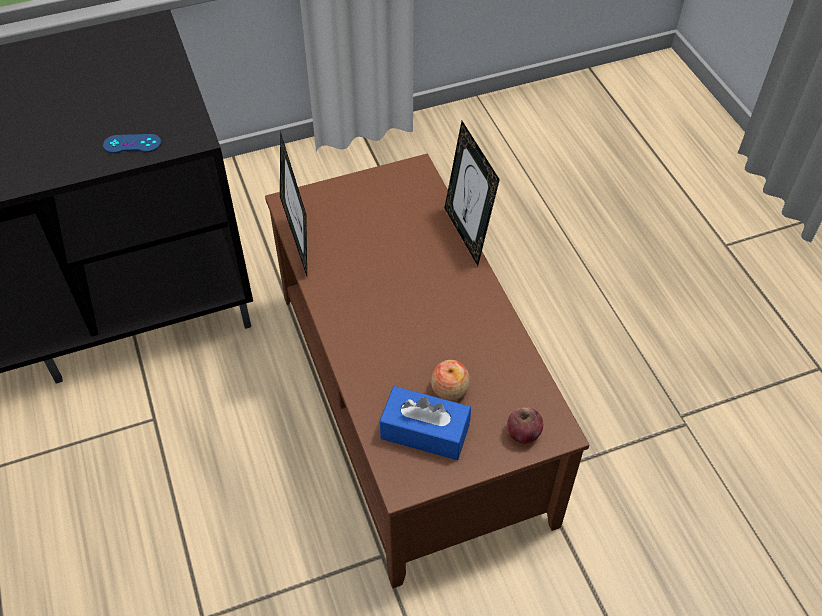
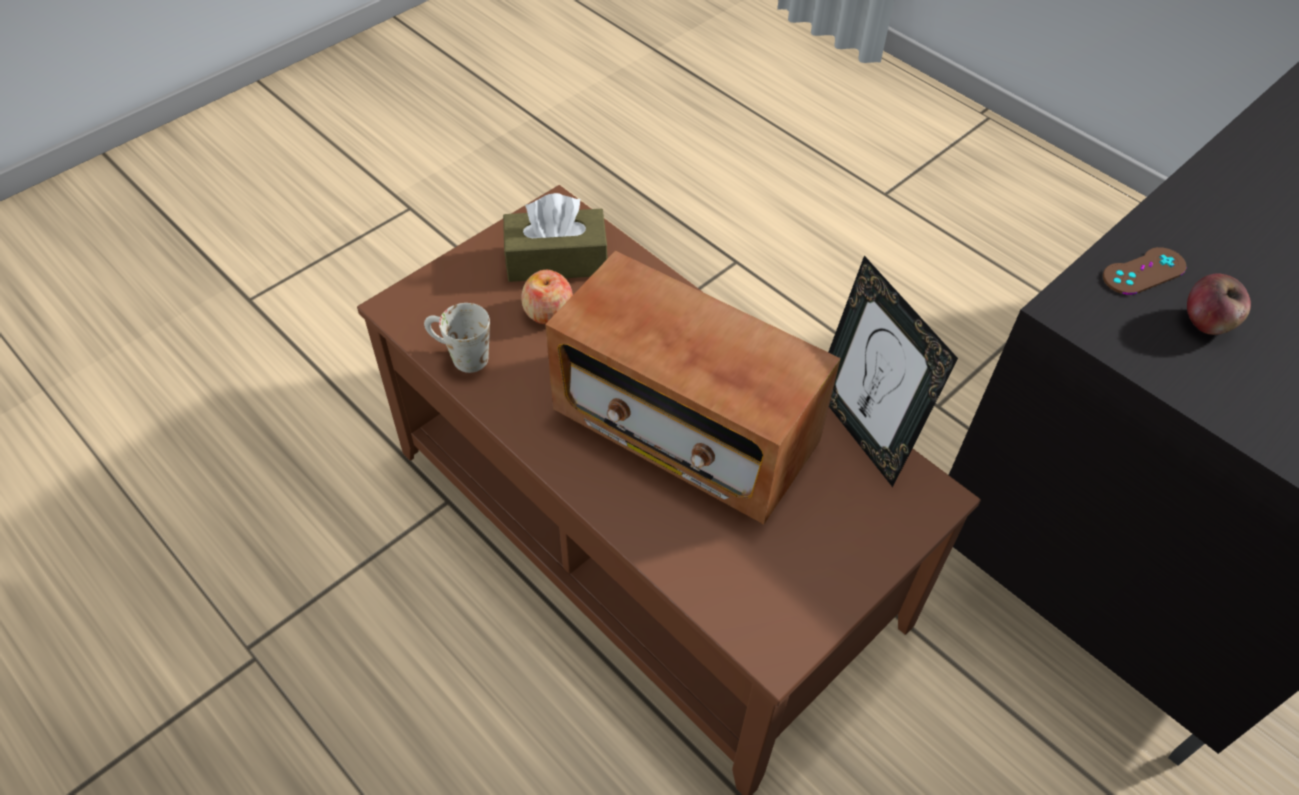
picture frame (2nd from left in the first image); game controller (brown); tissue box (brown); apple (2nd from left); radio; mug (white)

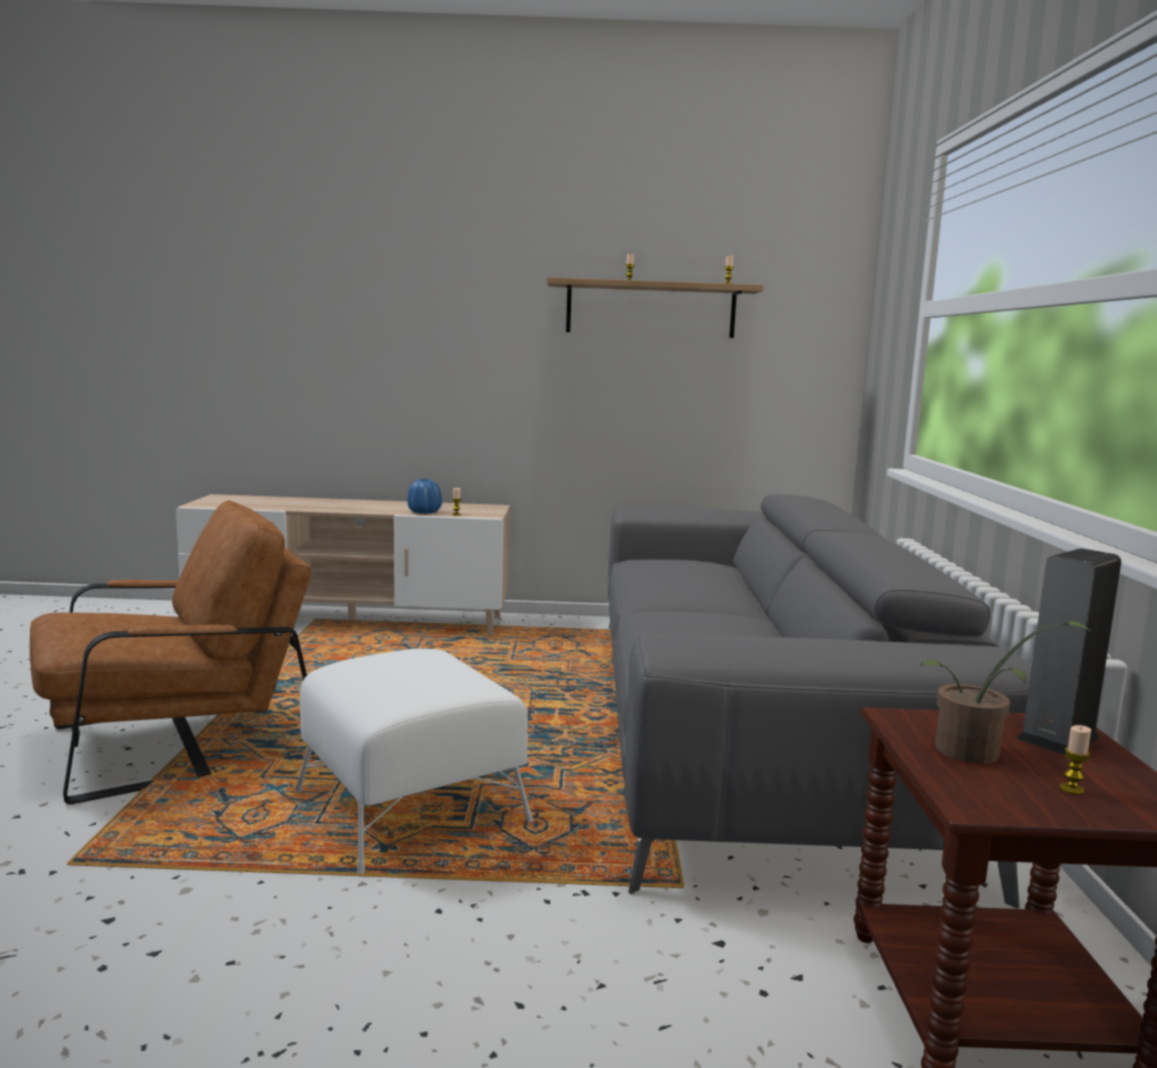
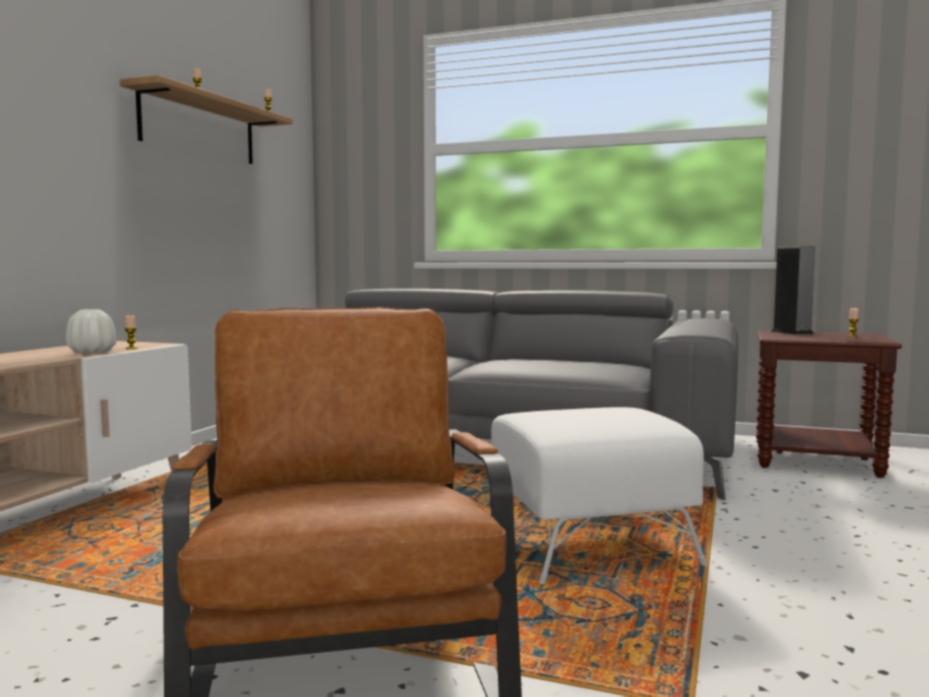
vase (white); potted plant

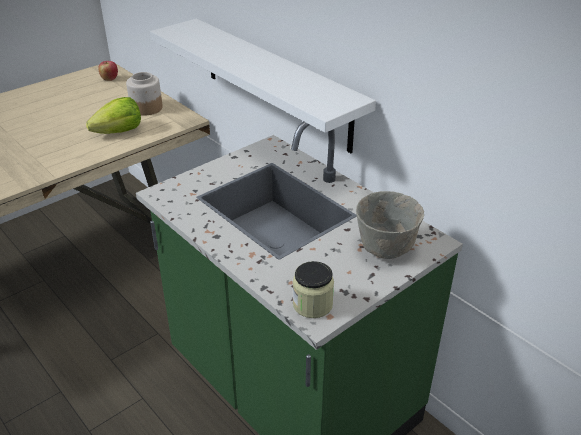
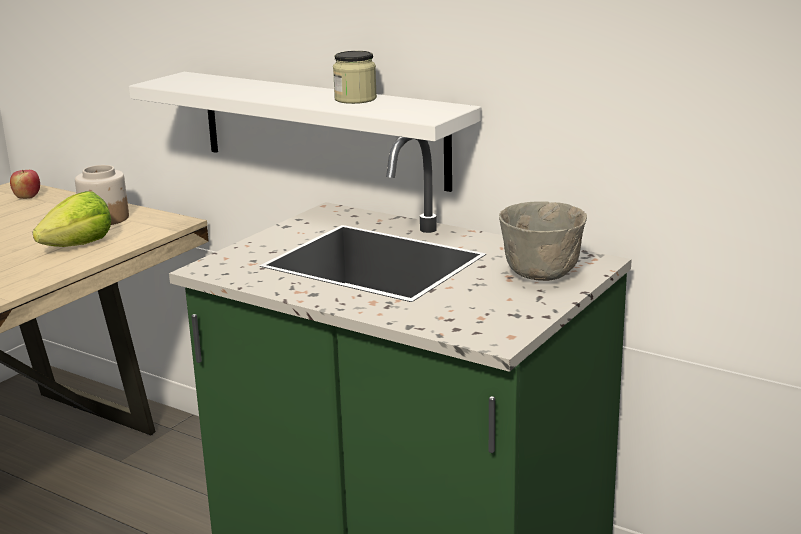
jar (2nd from left)

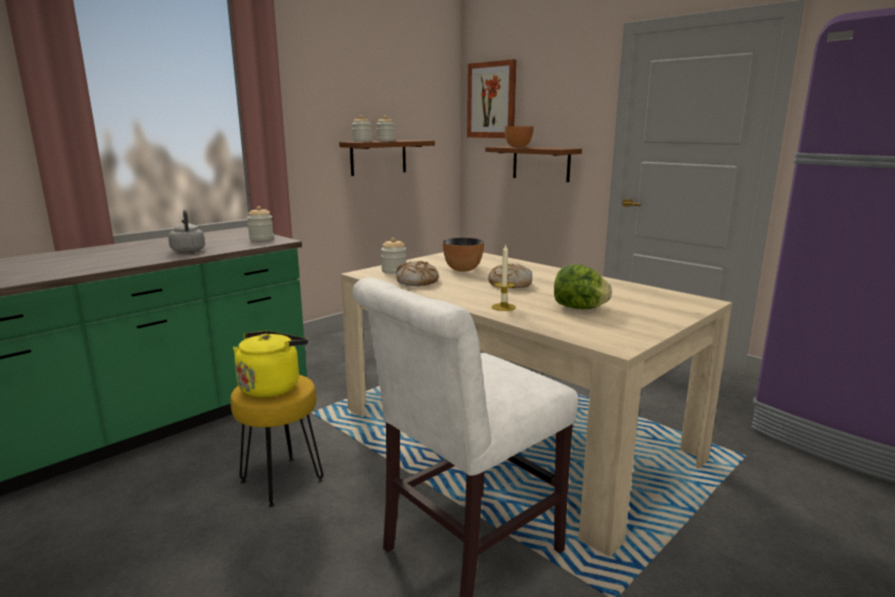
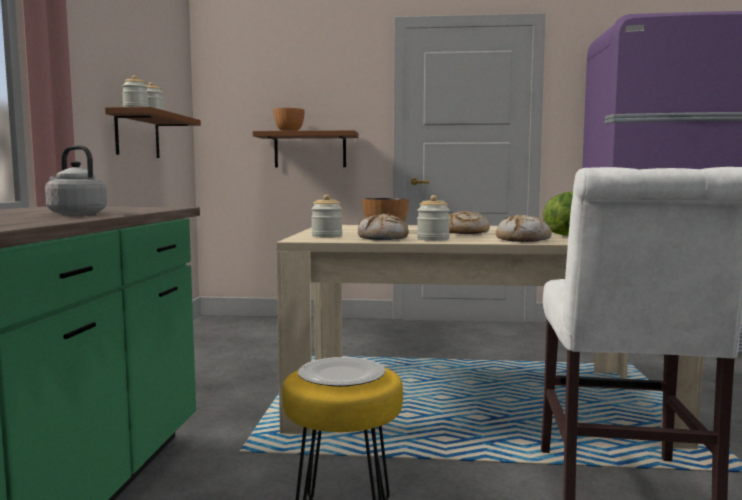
picture; jar (4th from left); bread (3rd from left); plate

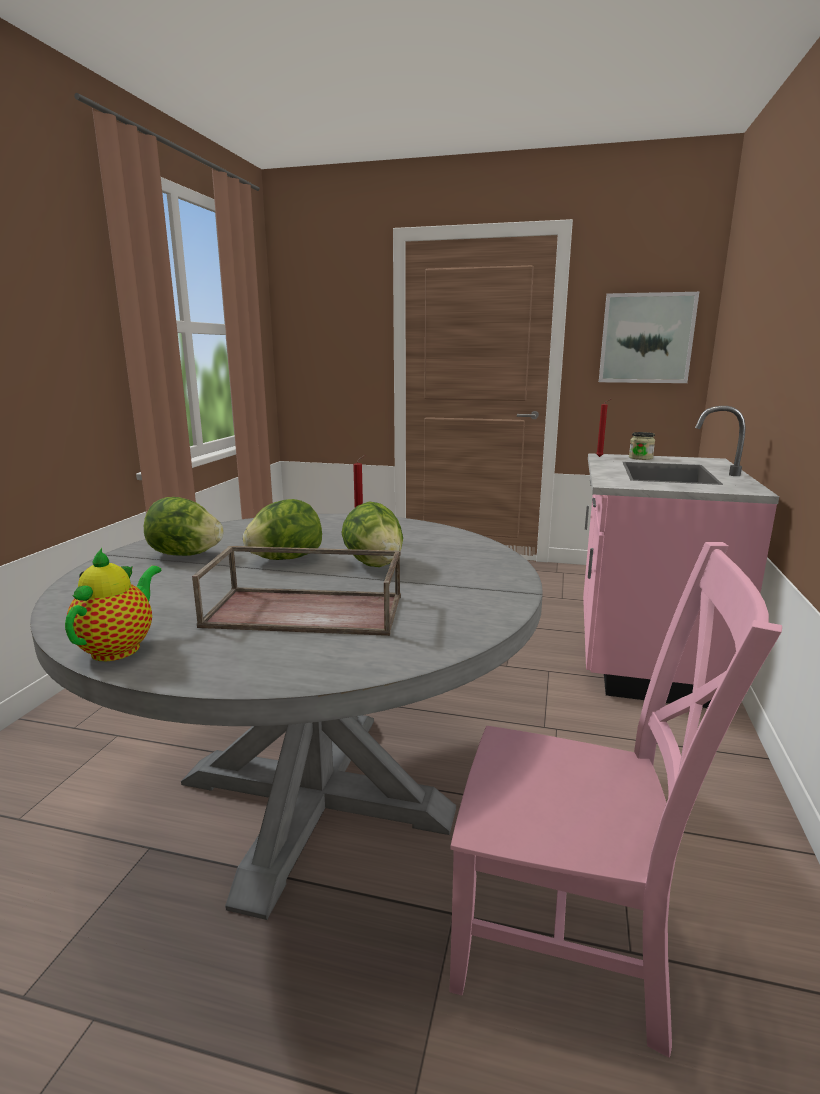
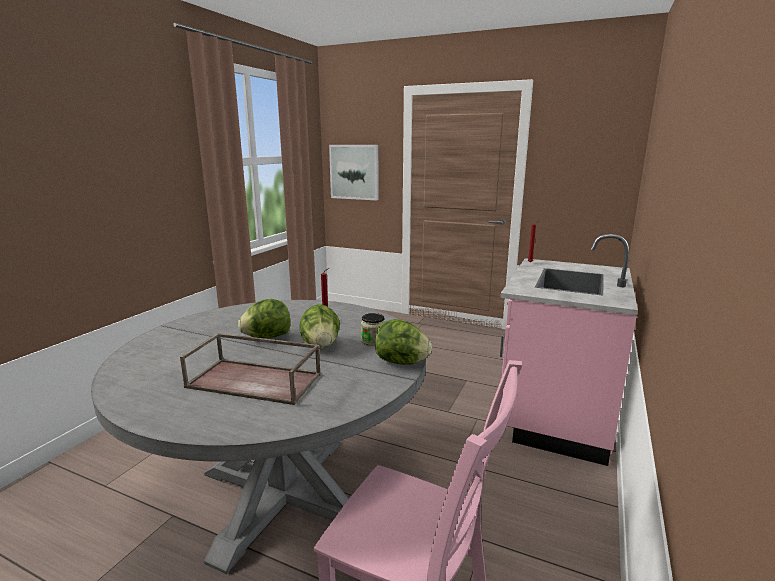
picture; jar; lettuce (3rd from left); teapot

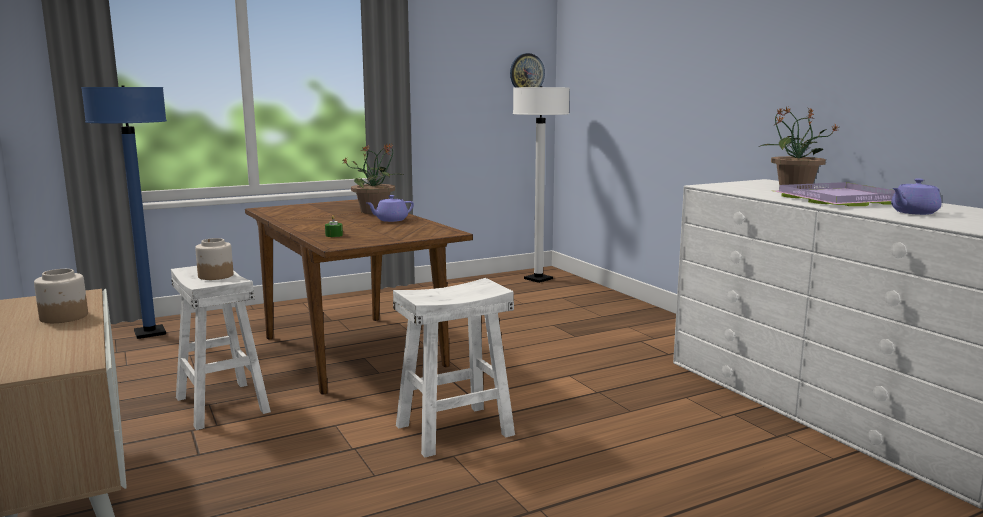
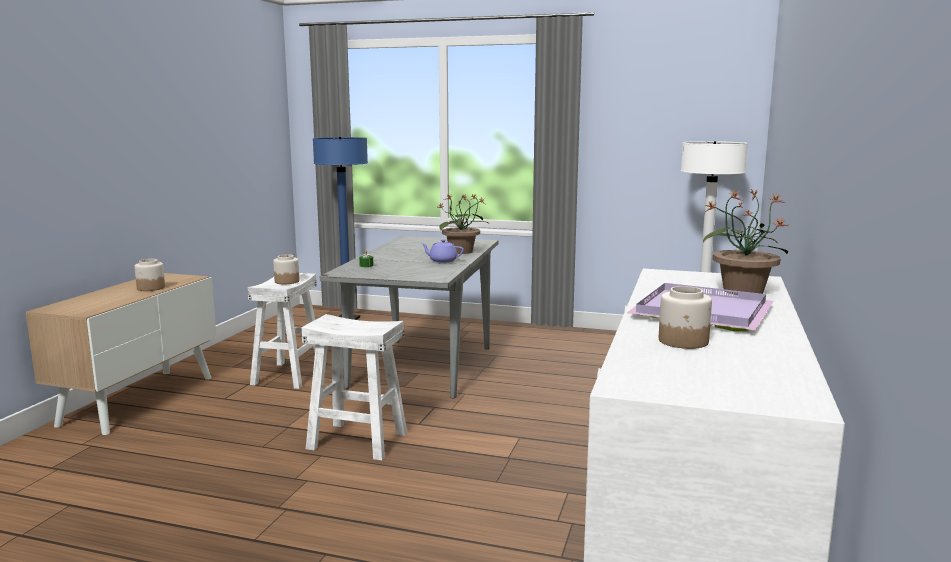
wall clock; jar (3rd from left); dining table (grey)

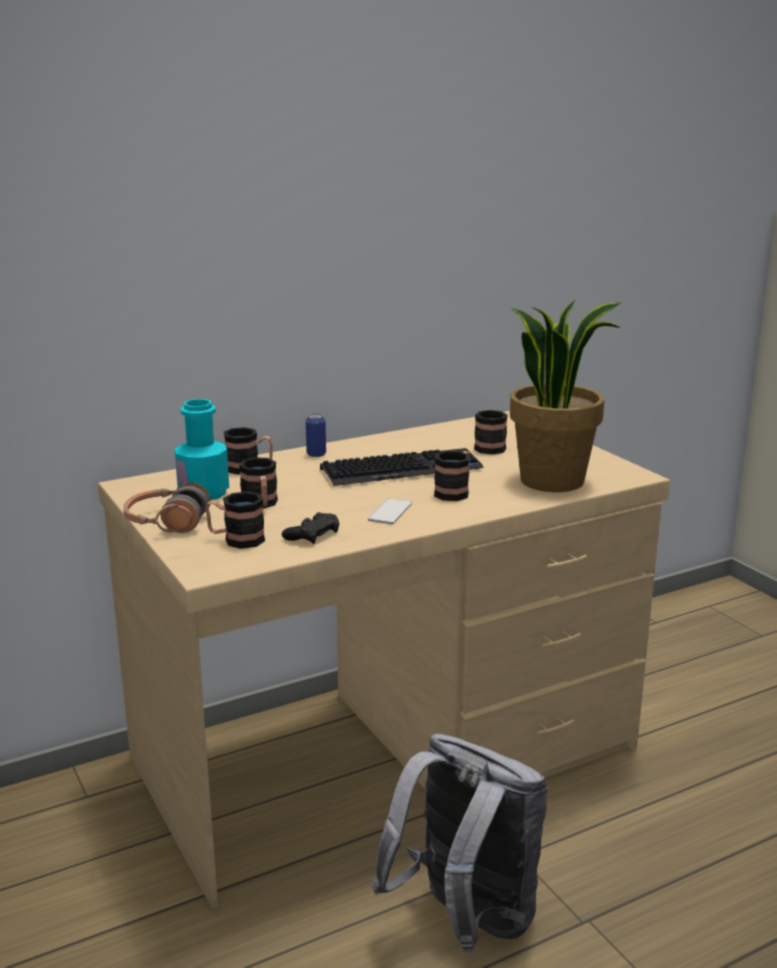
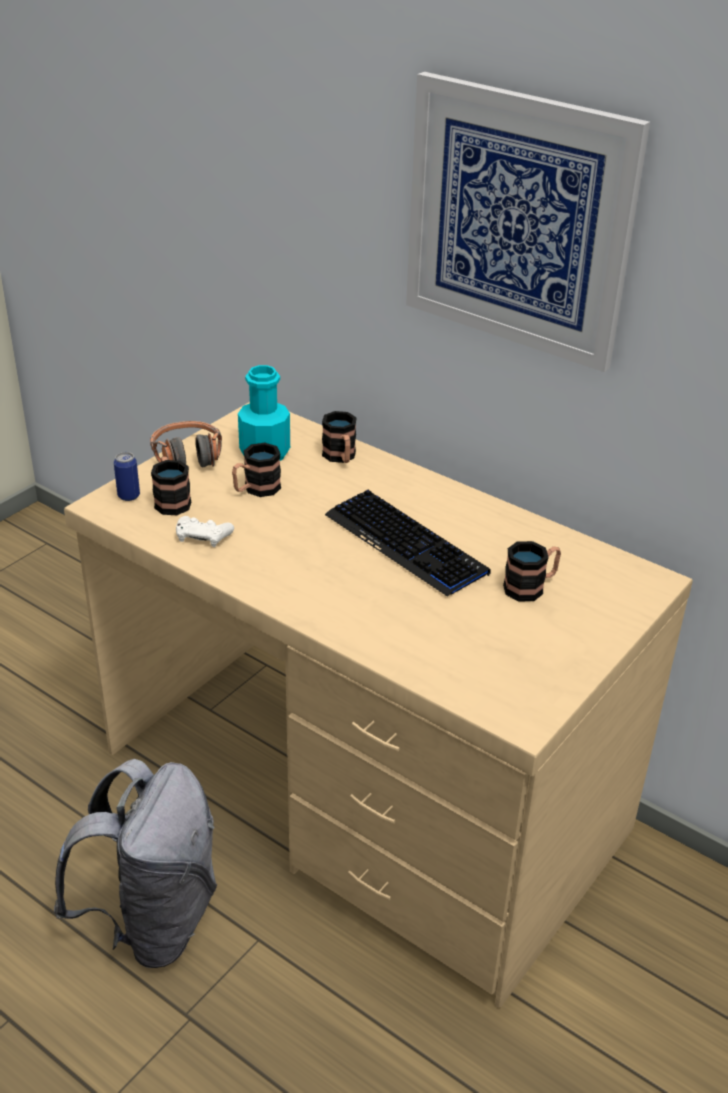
potted plant; can; mug (4th from left in the first image); phone; game controller (white); picture

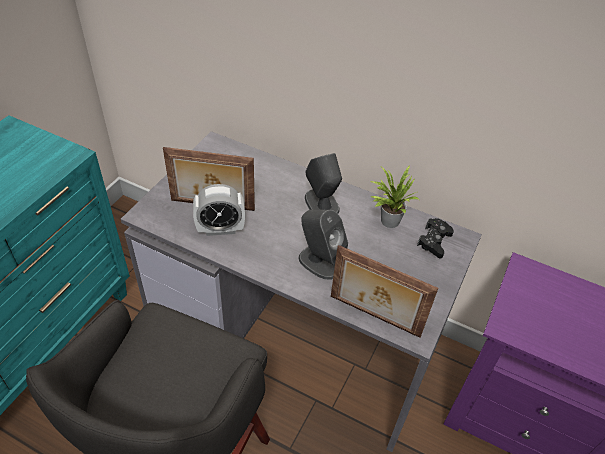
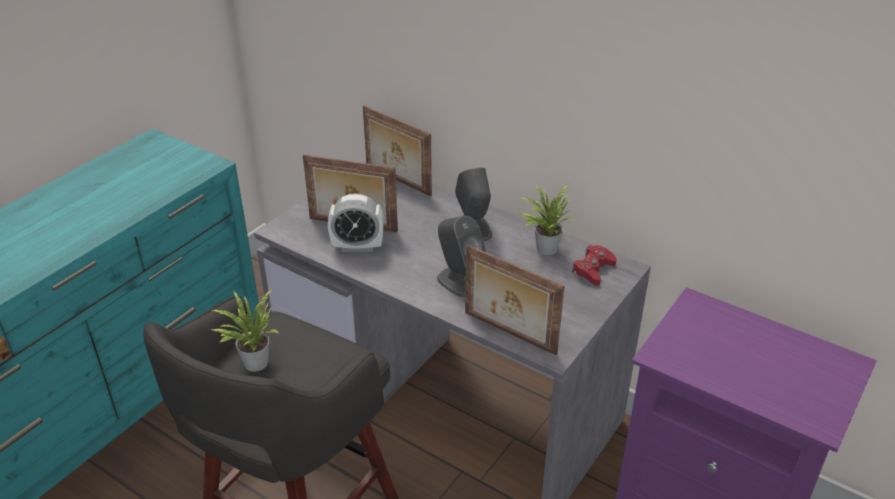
game controller (red); picture frame (2nd from left); potted plant (1st from left)

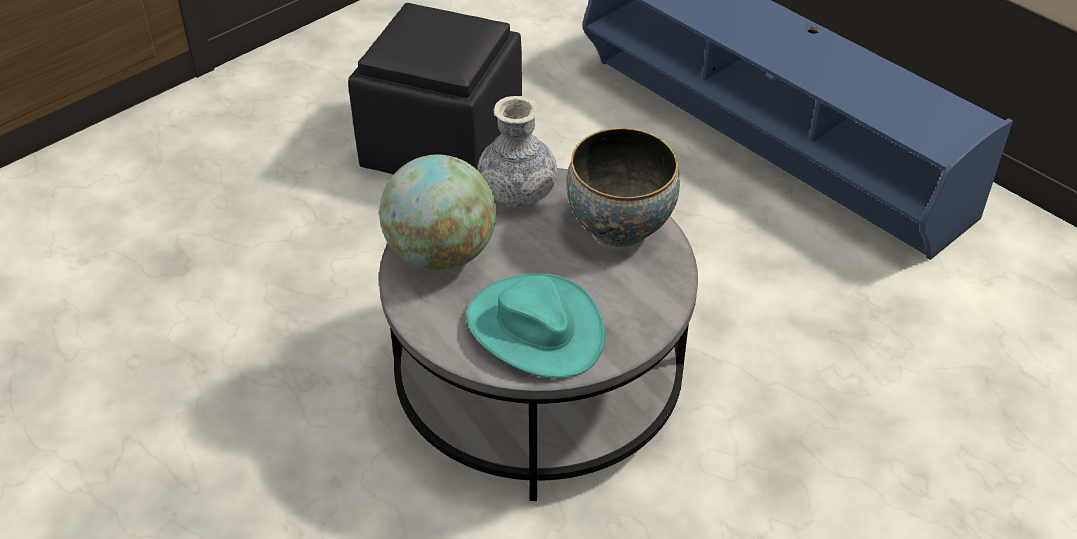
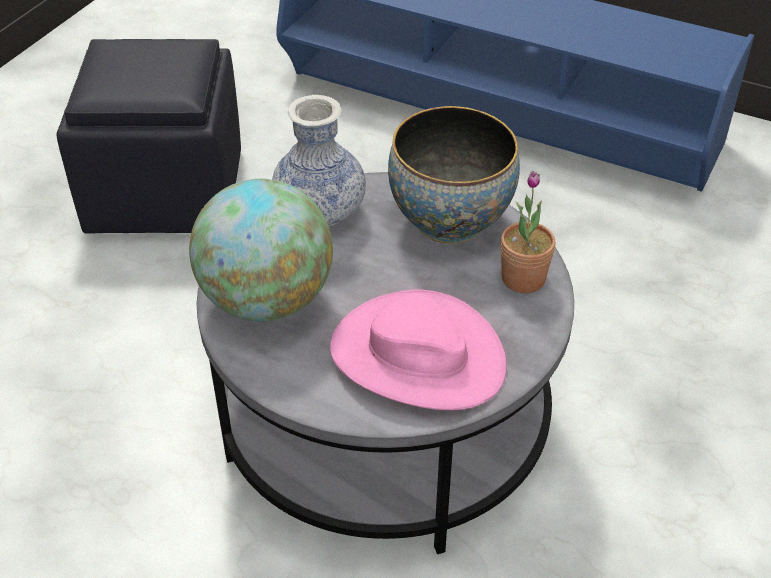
hat (pink); potted plant

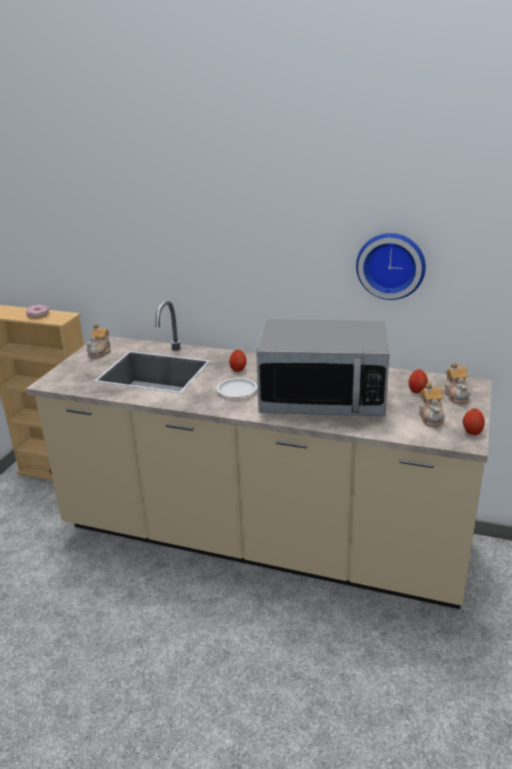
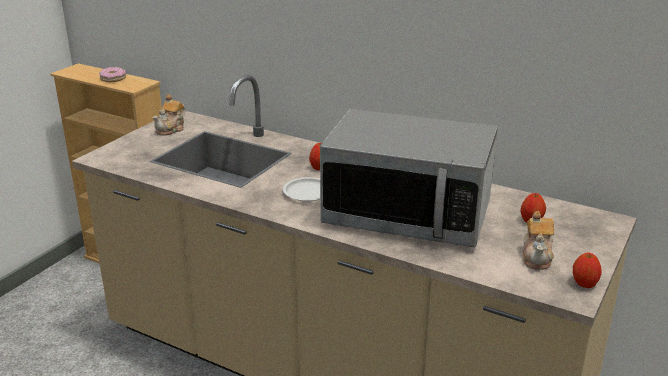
wall clock; teapot (3rd from left in the first image)

